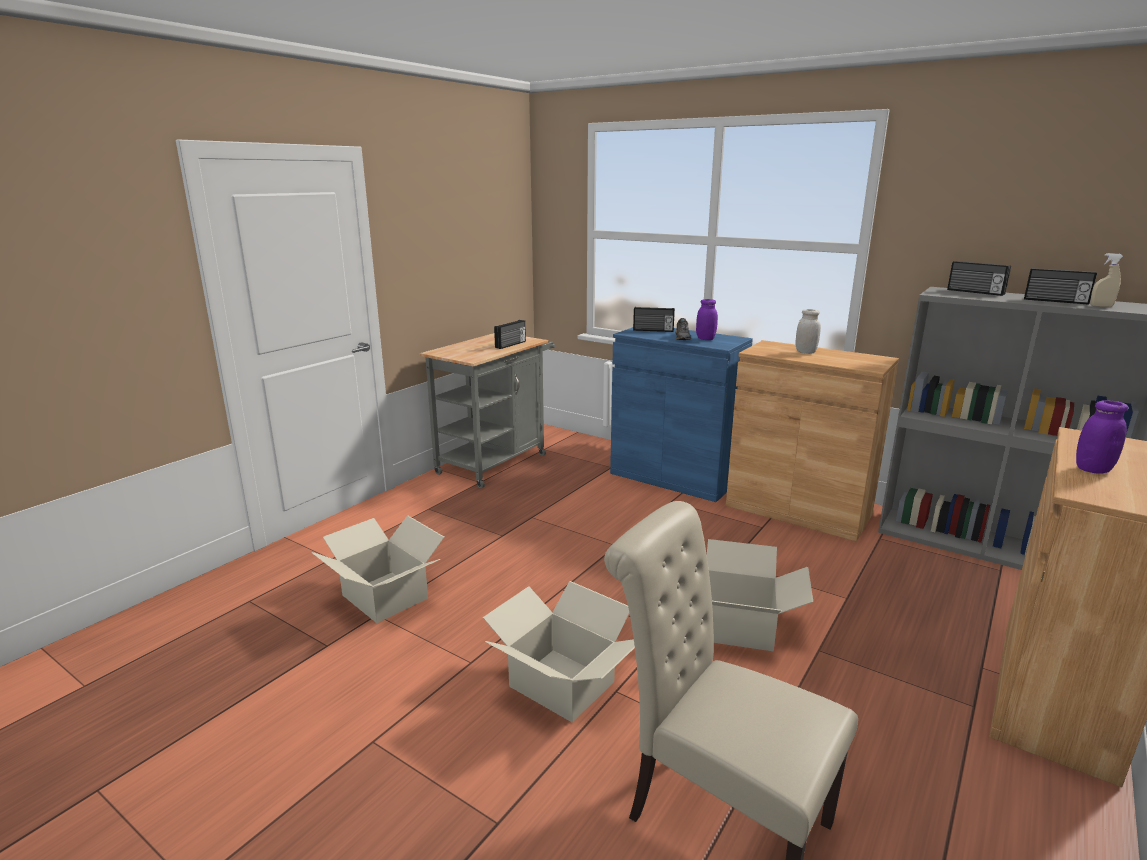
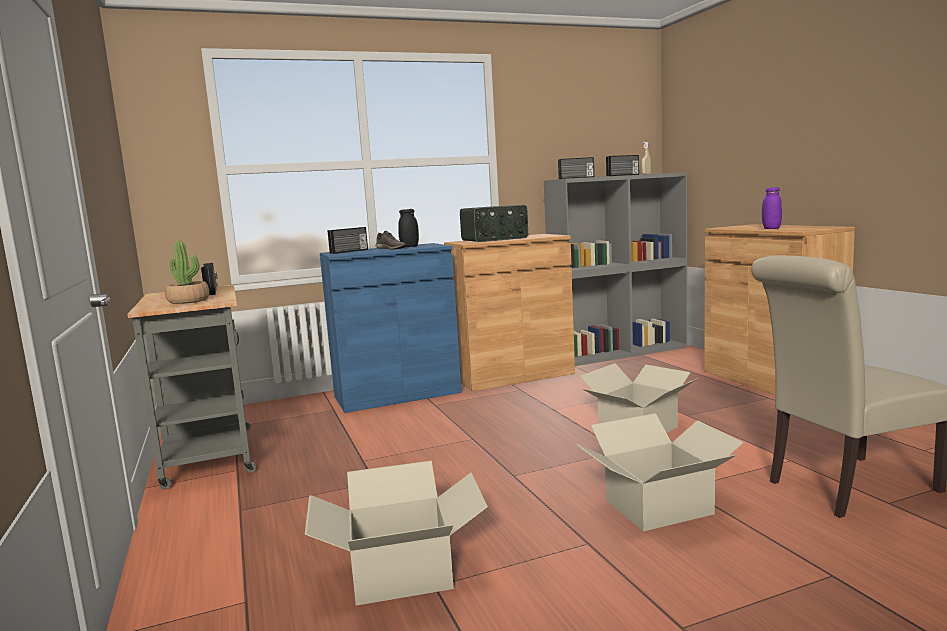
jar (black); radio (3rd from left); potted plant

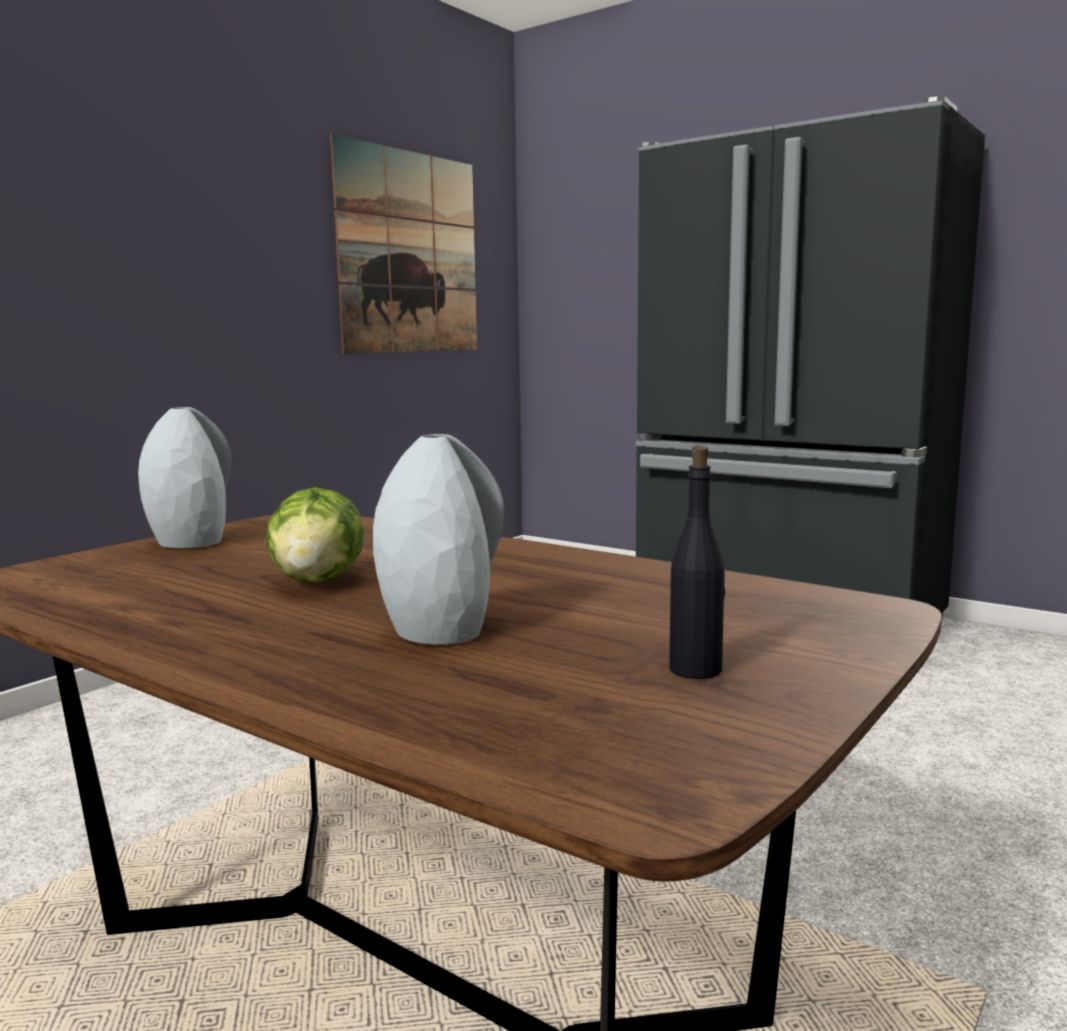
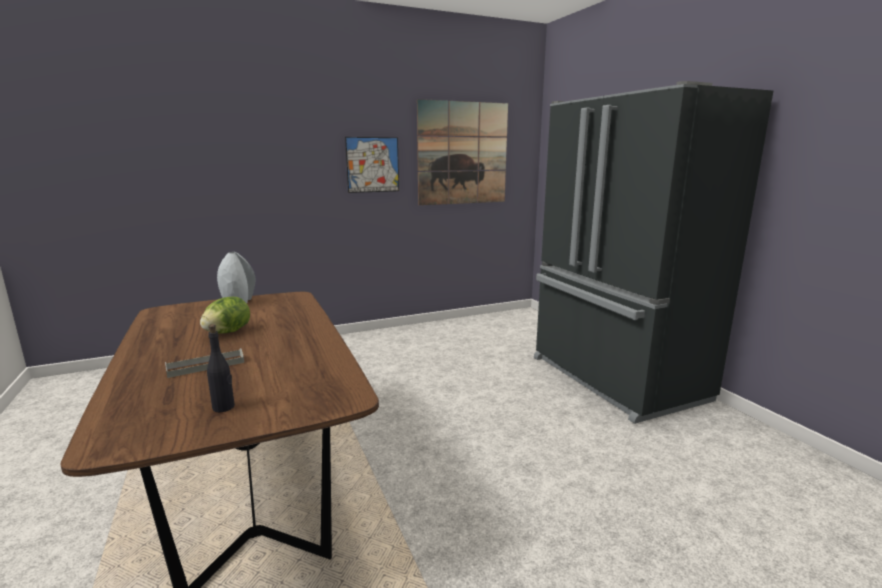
tray (grey); picture (1st from left)

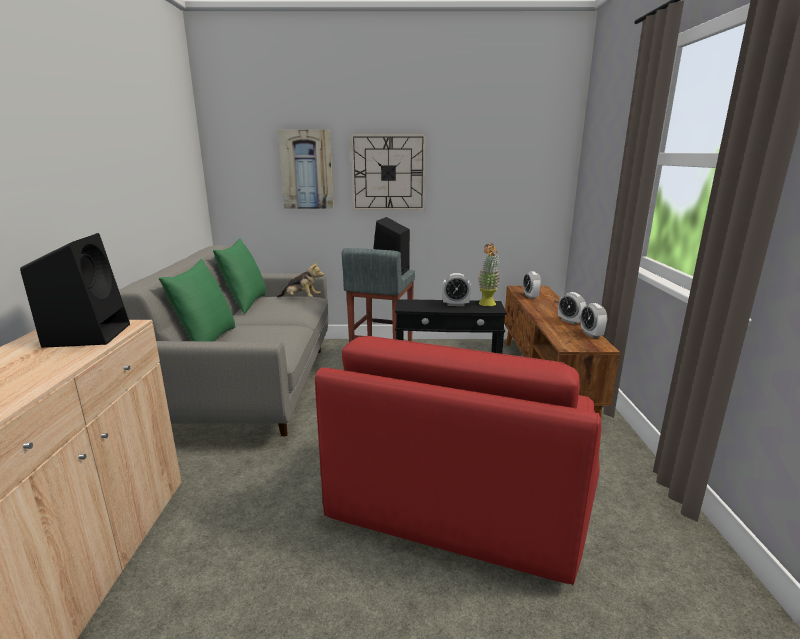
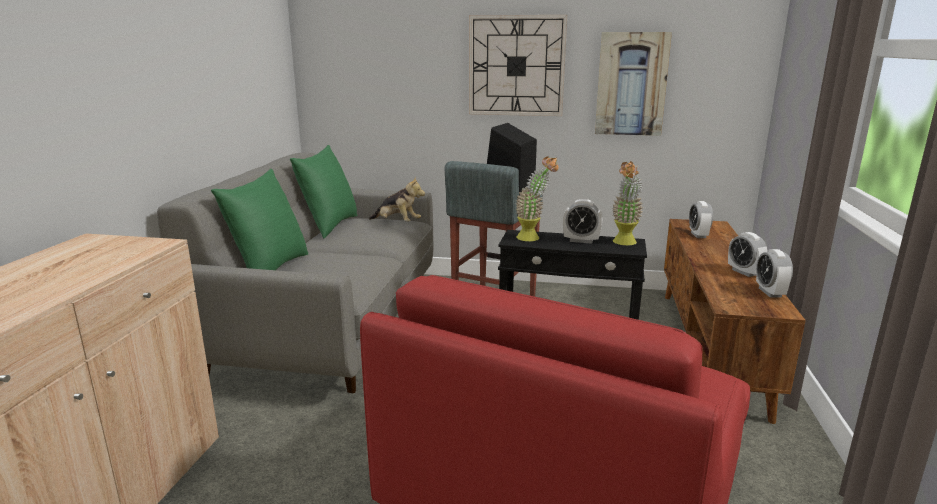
picture; speaker (black) (1st from left in the first image); potted plant (1st from left)

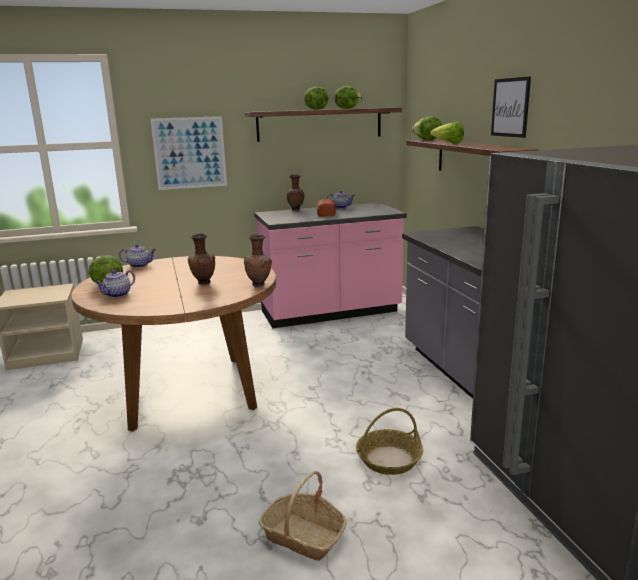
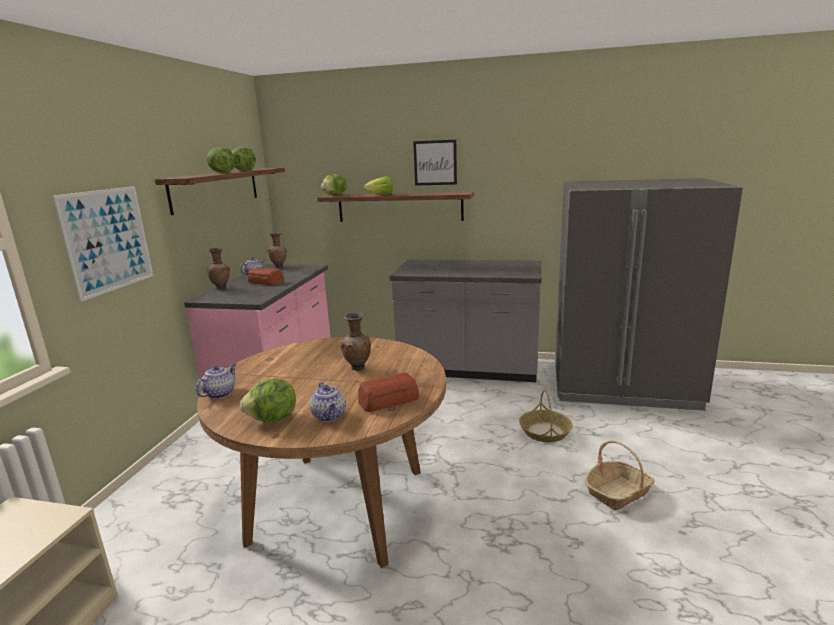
vase (brown) (2nd from left); bread (2nd from left)

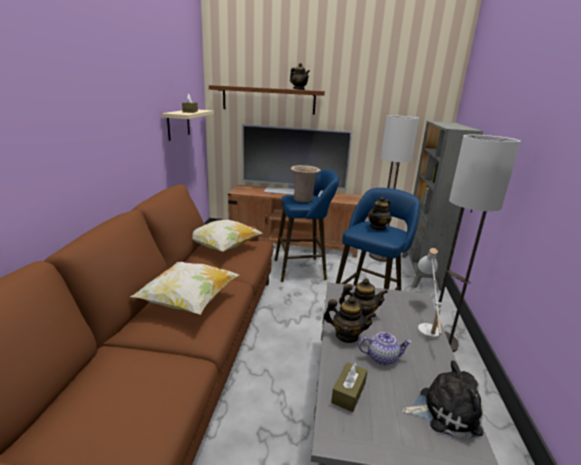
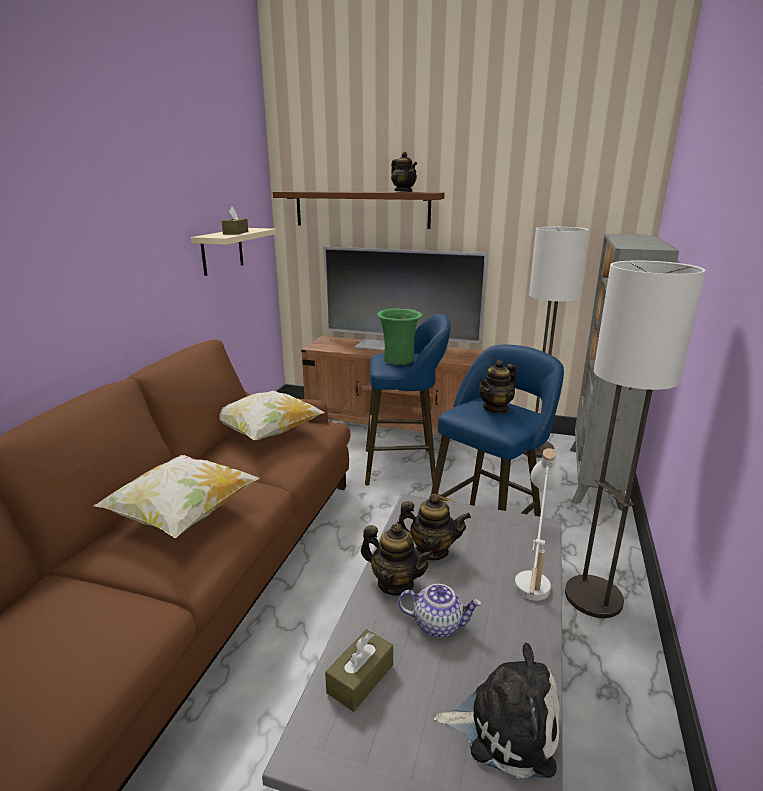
vase (green)

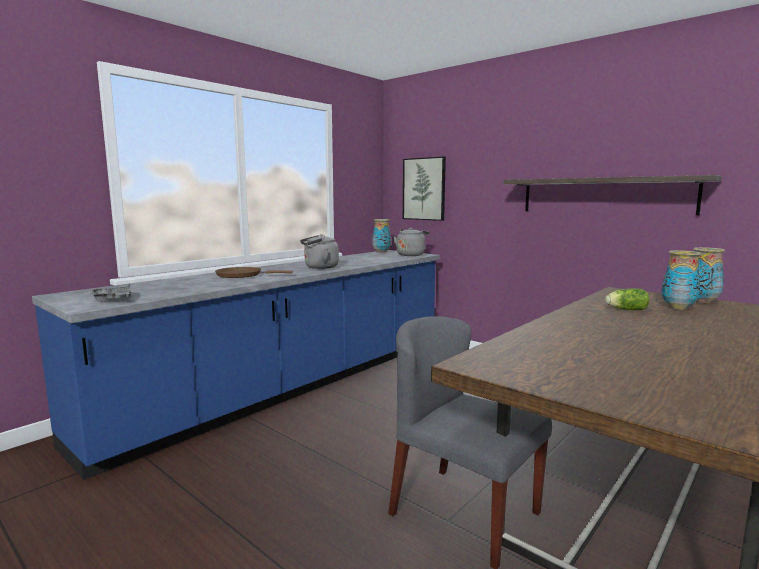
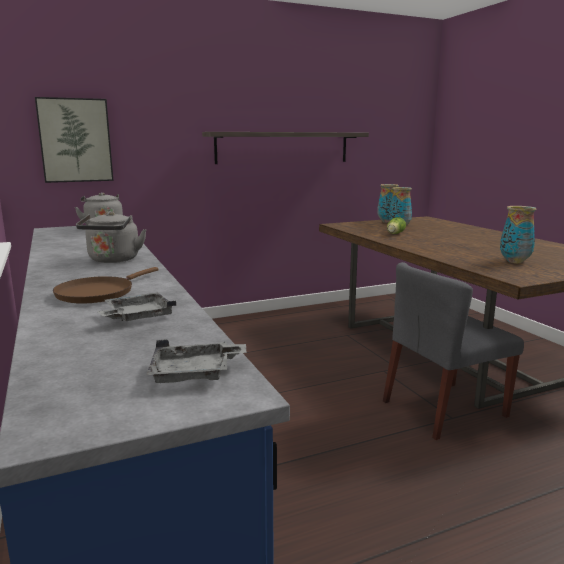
vase (3rd from left); tray (grey) (1st from left)

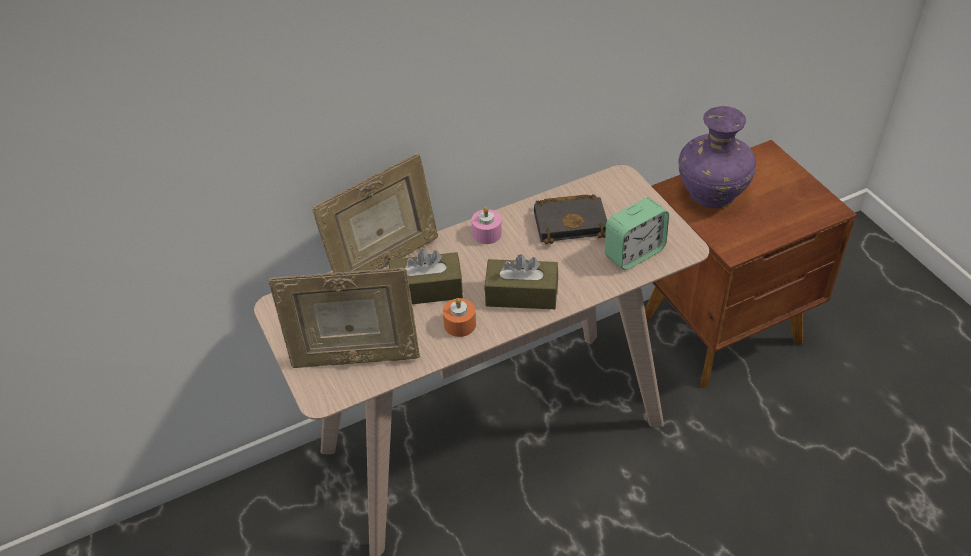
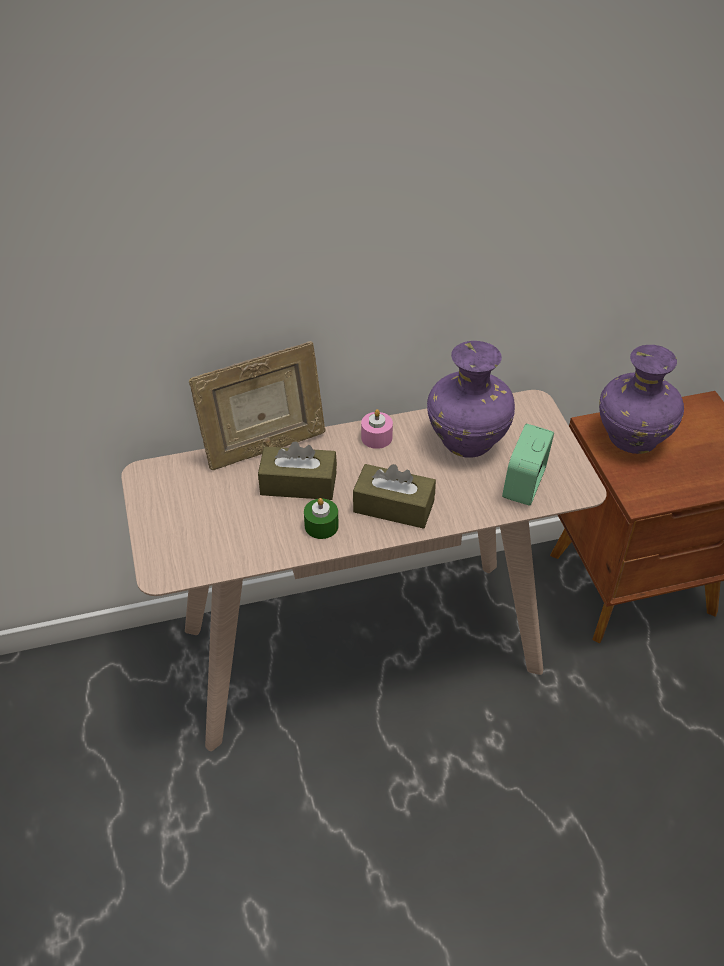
vase (purple) (1st from left); alarm clock; picture frame (1st from left in the first image); candle (green)

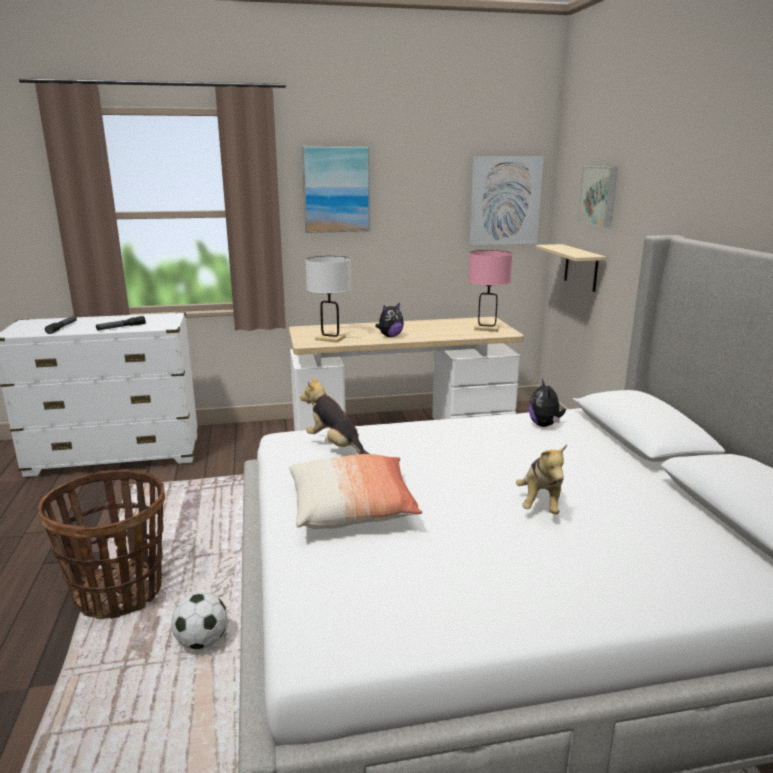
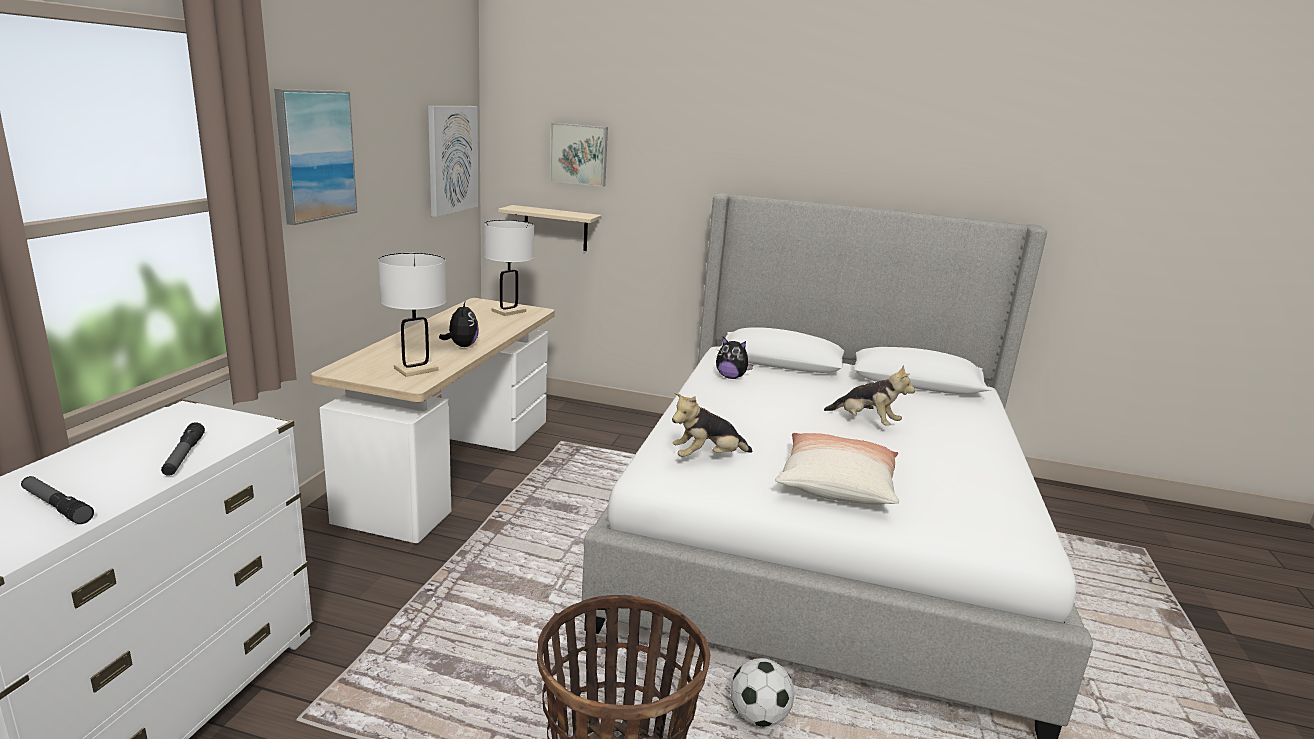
table lamp (white) (2nd from left)

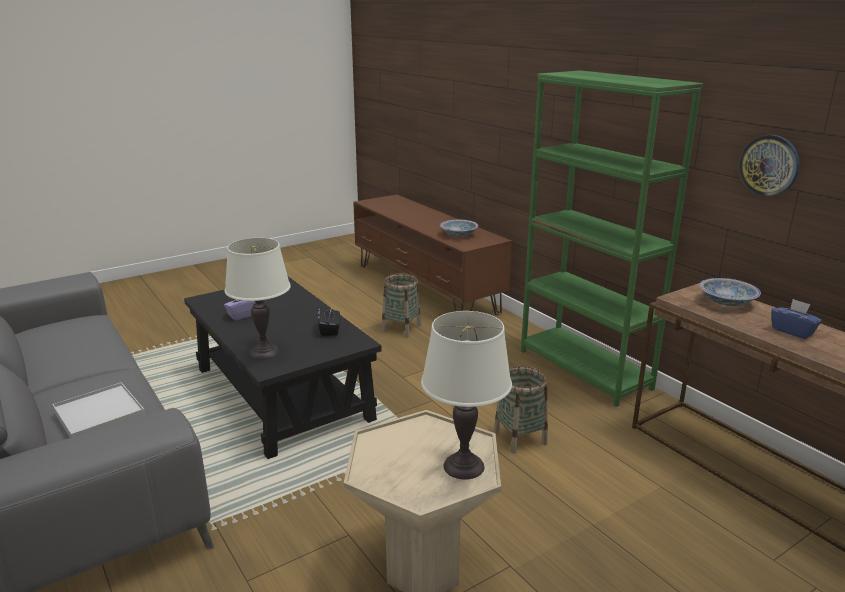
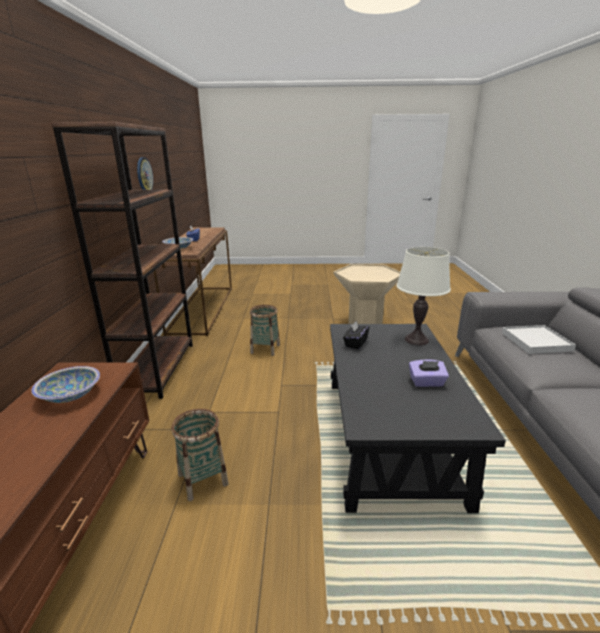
bookcase (brown); table lamp (white) (2nd from left in the first image)

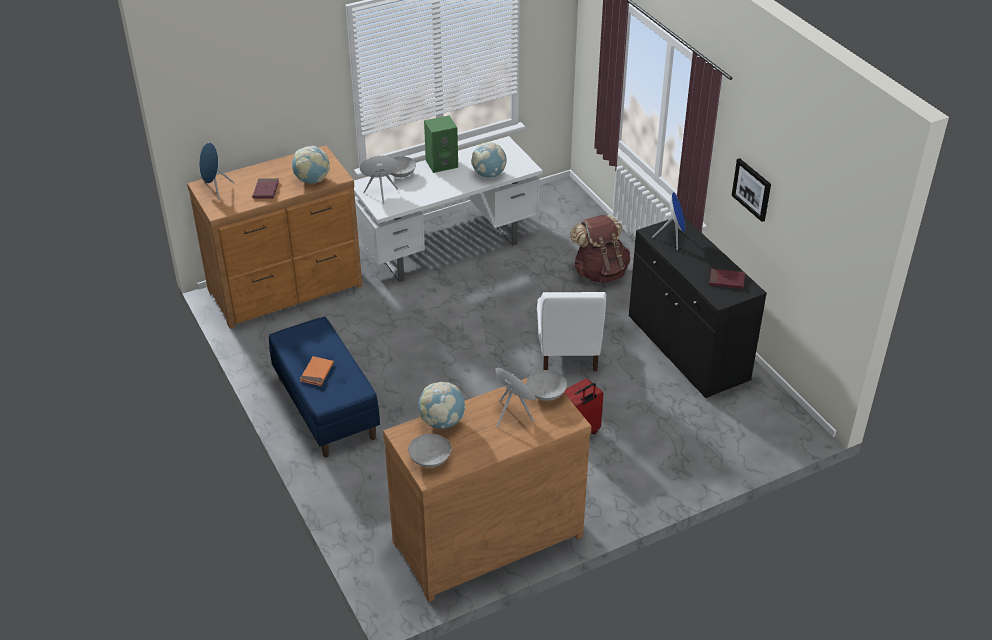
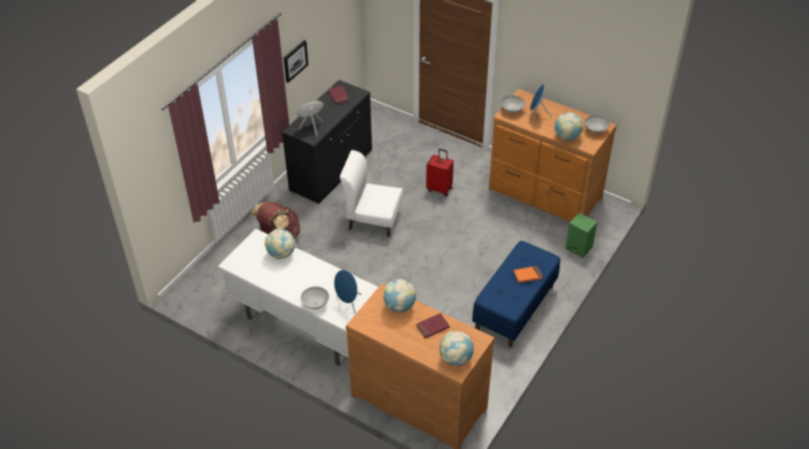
speaker (green); globe (3rd from left); chair (white)

